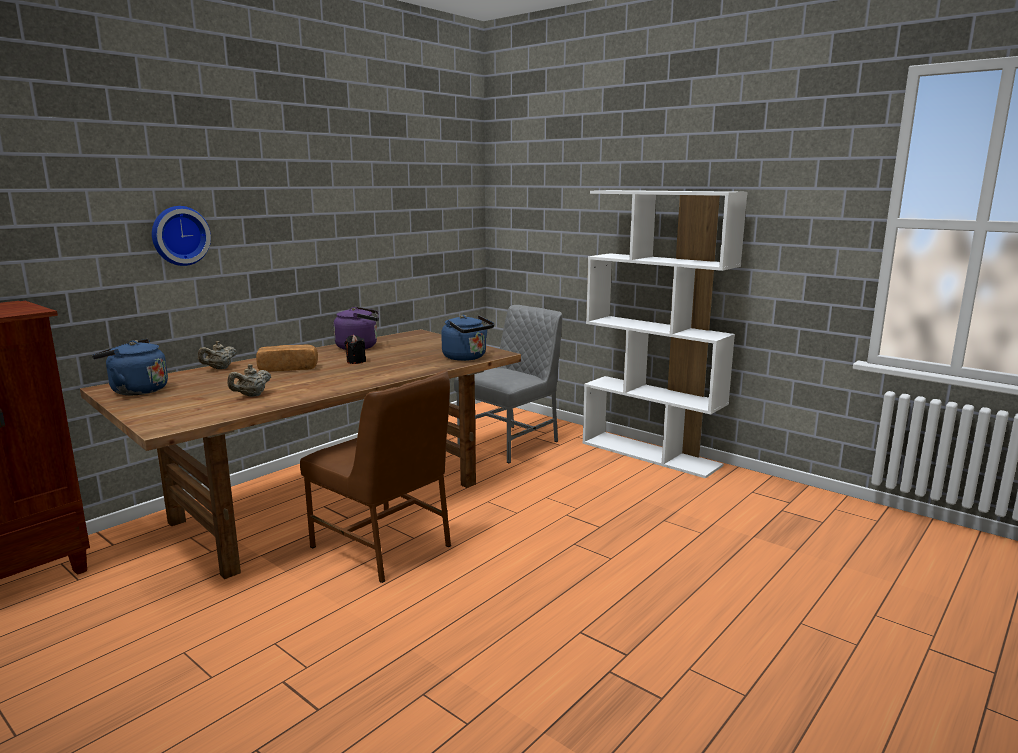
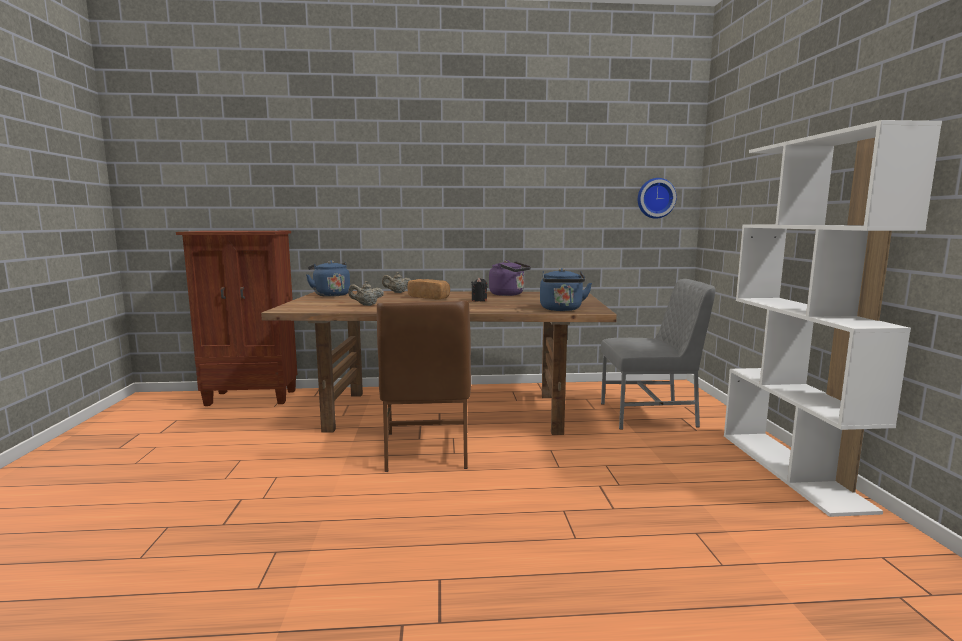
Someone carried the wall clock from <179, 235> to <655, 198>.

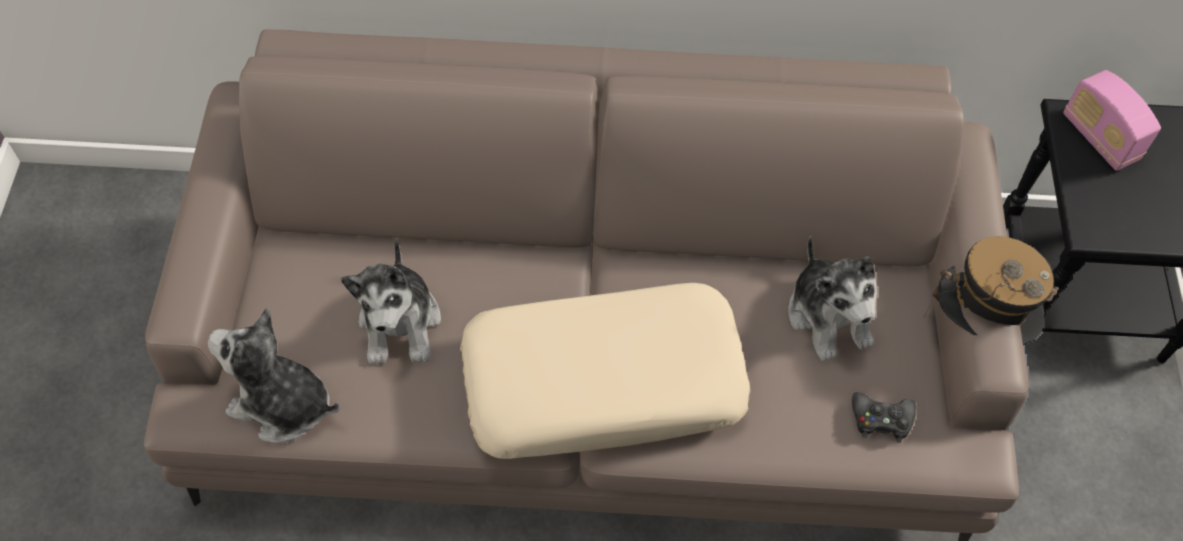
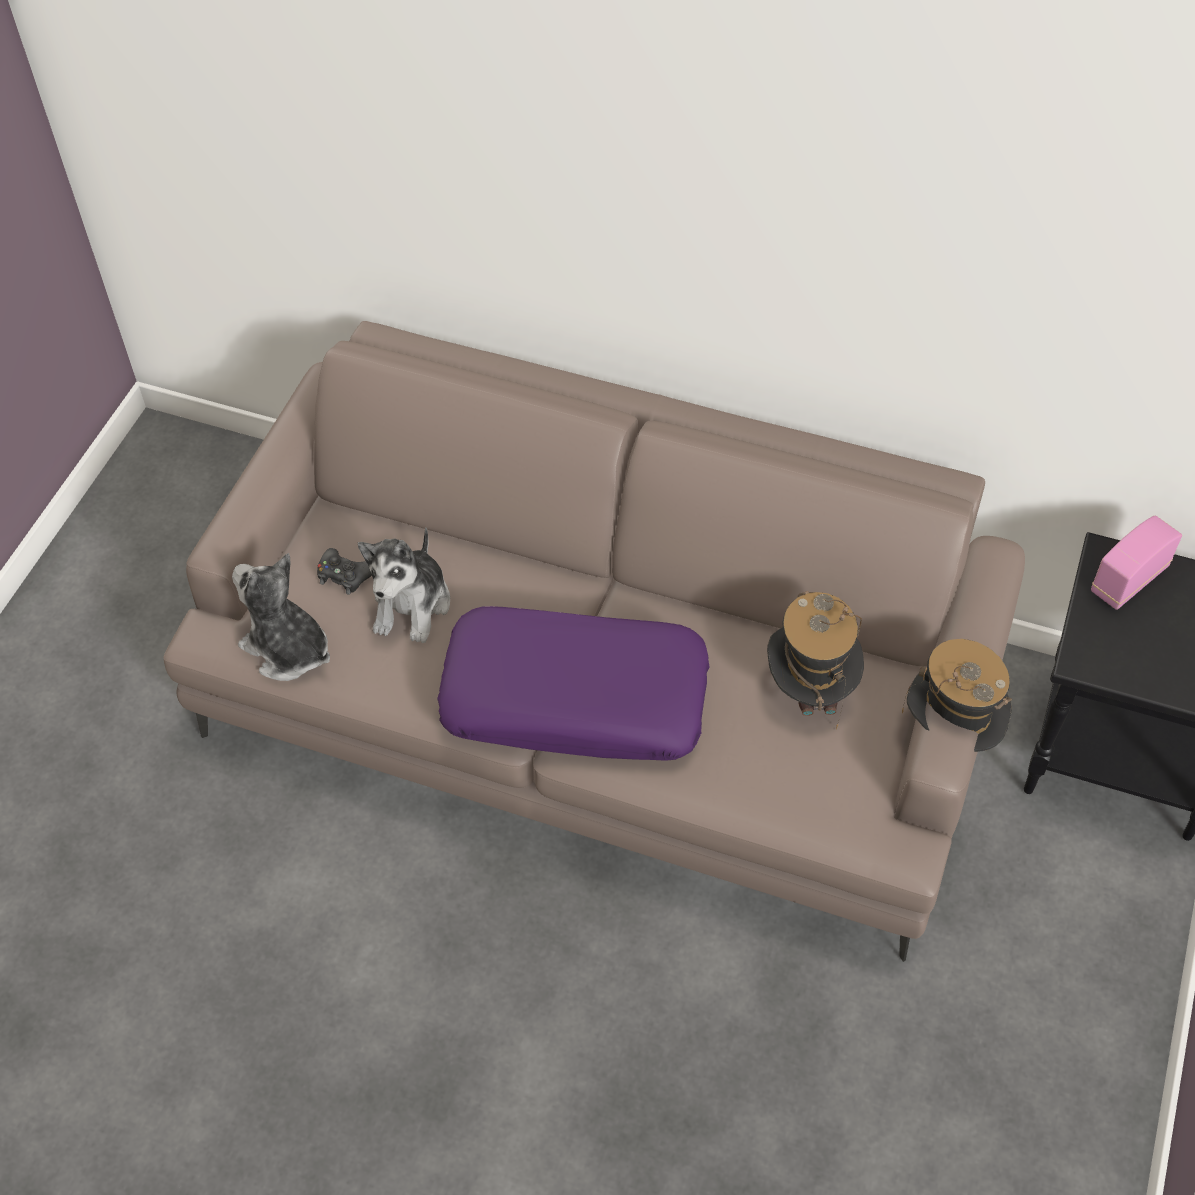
Someone carried the joypad (black) from <881, 420> to <345, 575>.
Someone swapped the plush toy at <829, 316> for the hat at <810, 690>.
Someone repainted the cushion (beige) at <603, 382>, which became the cushion (purplish) at <576, 698>.
Someone rotated the radio receiver at <1099, 138> by 60 degrees clockwise.

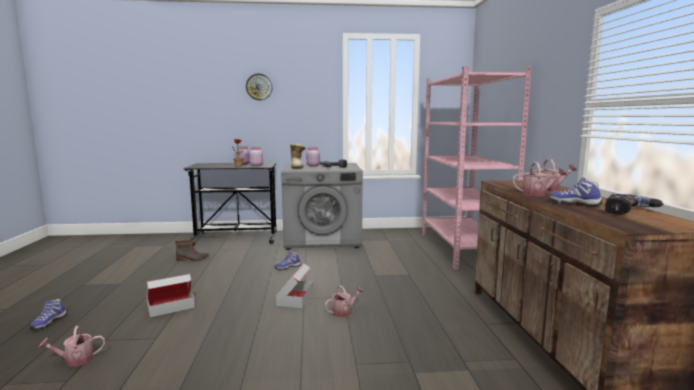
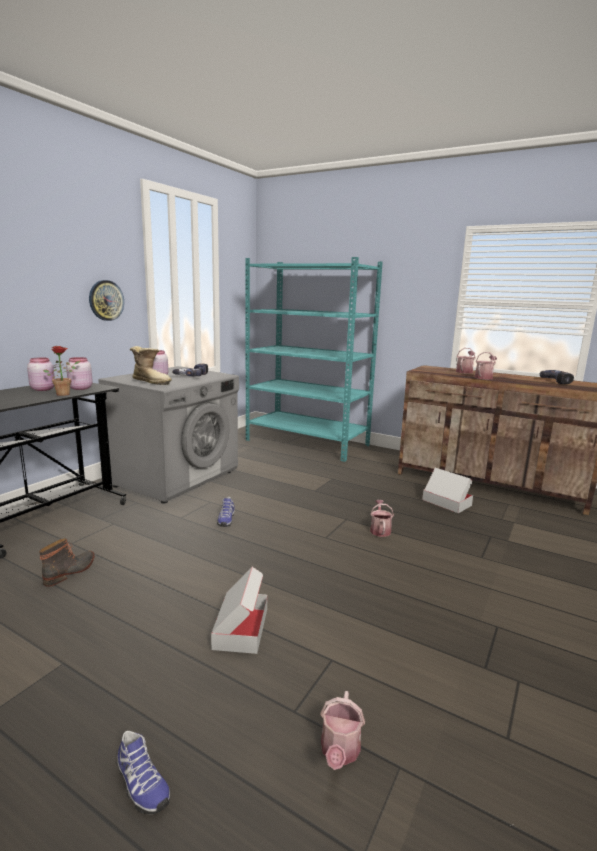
Someone took away the low shoe at <574, 204>.
Someone carried the wall clock from <259, 87> to <106, 300>.
Someone carried the carton from <295, 298> to <446, 502>.
Someone repainted the bookcase (pinkish) at <463, 249>, which became the bookcase (turquoise-coloured) at <307, 443>.

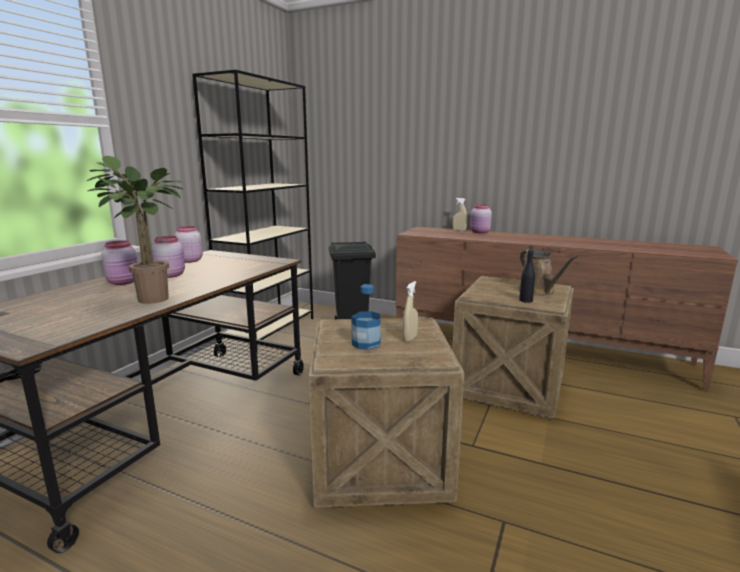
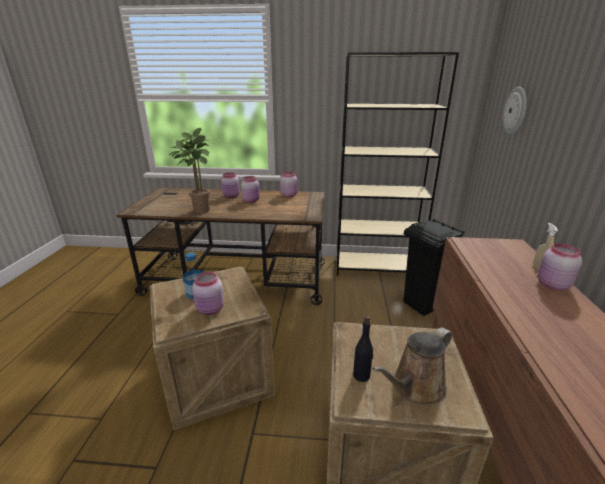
Someone put up the wall clock at <515, 111>.
Someone swapped the sprayer (beige) at <410, 338> for the storage jar (pinkish) at <210, 310>.

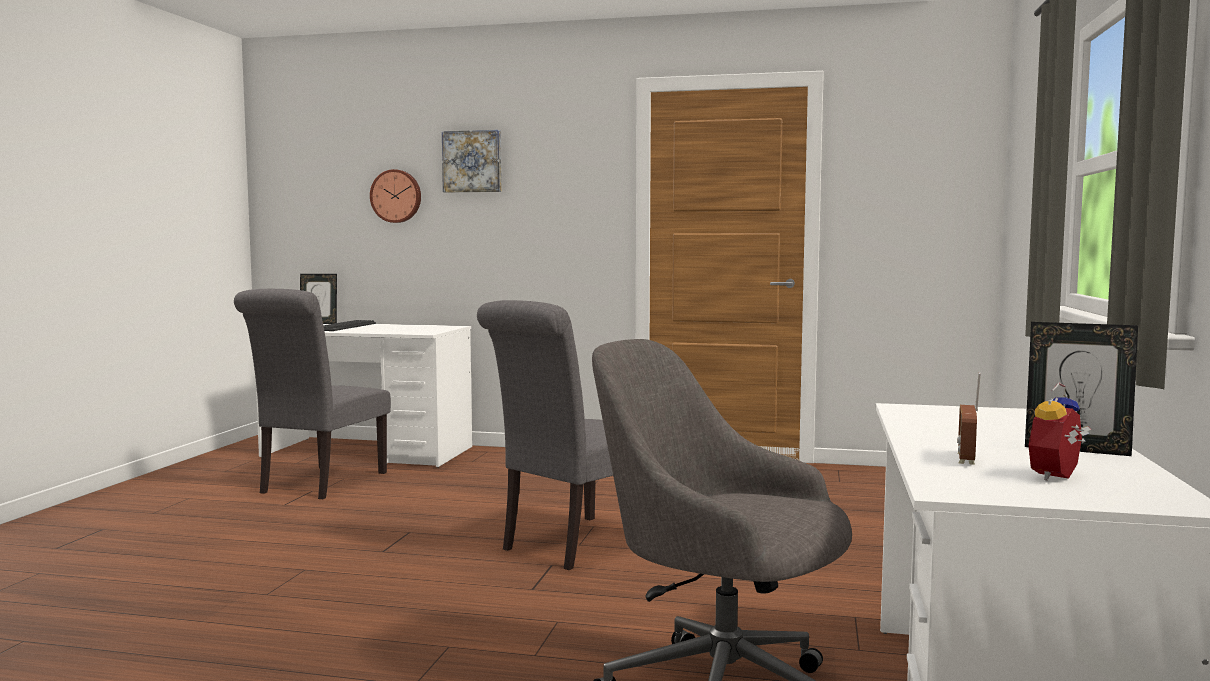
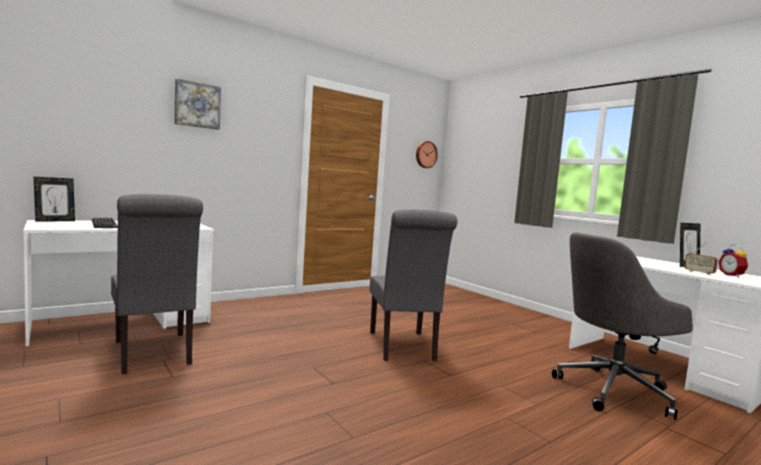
Someone carried the wall clock from <396, 196> to <425, 154>.

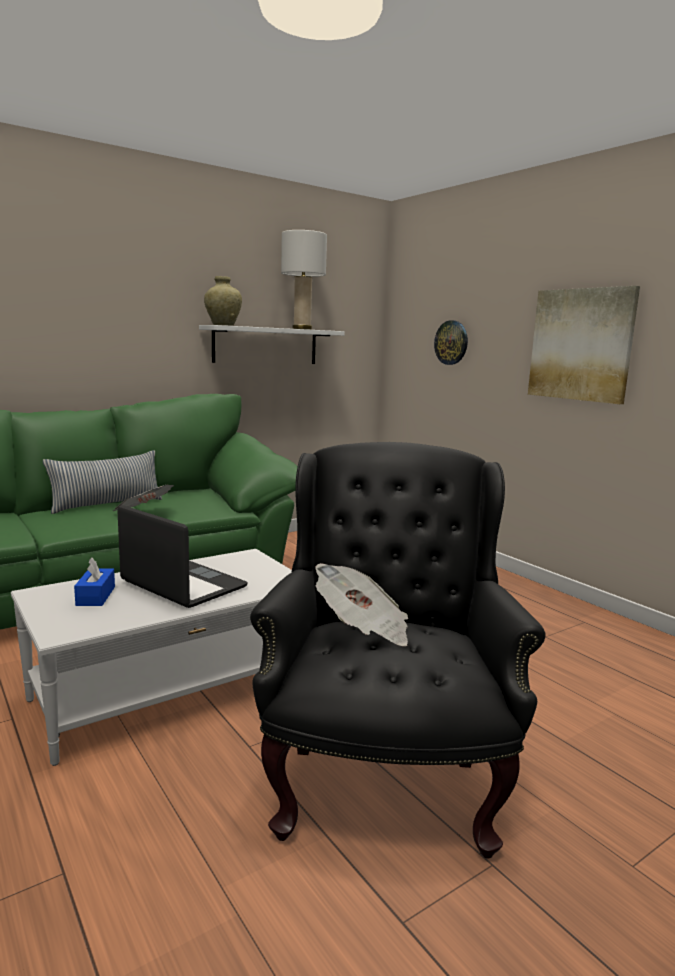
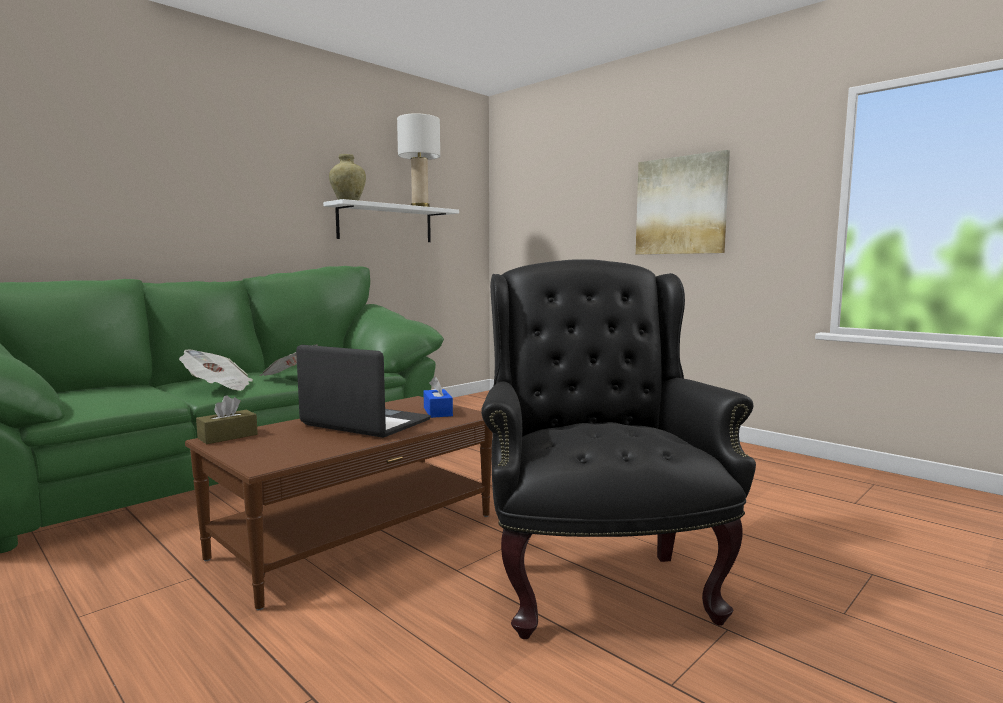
Someone took away the cushion at <107, 504>.
Someone took away the wall clock at <451, 342>.
Someone put down the box of tissues (brownish) at <228, 436>.
Someone carried the box of tissues (bluish) from <95, 596> to <437, 412>.
Someone carried the newspaper from <363, 629> to <218, 387>.
Someone repainted the low table (whitish) at <174, 691>, which became the low table (brownish) at <359, 535>.

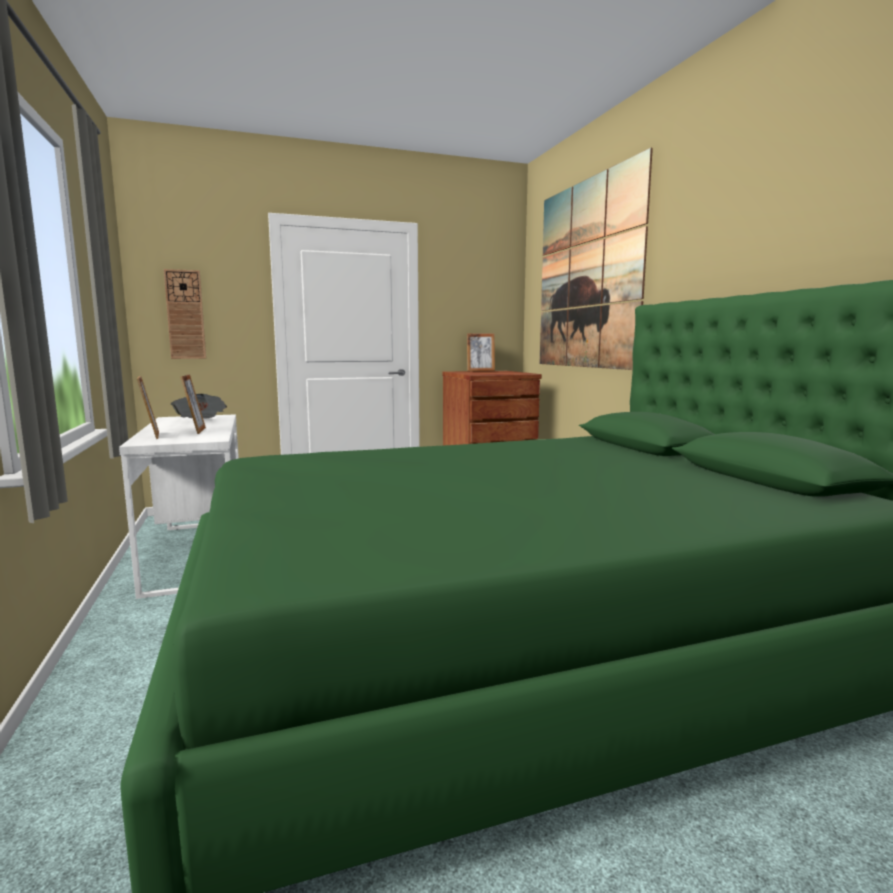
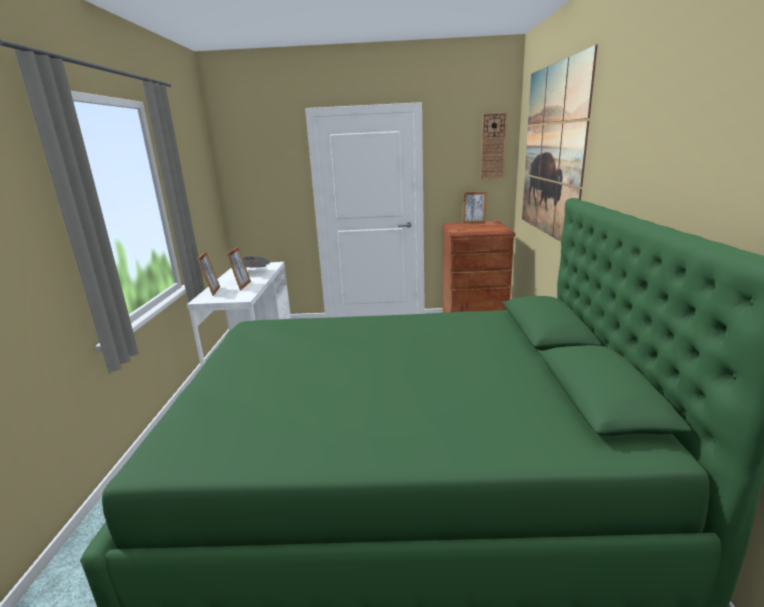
Someone carried the wall clock from <185, 314> to <493, 146>.

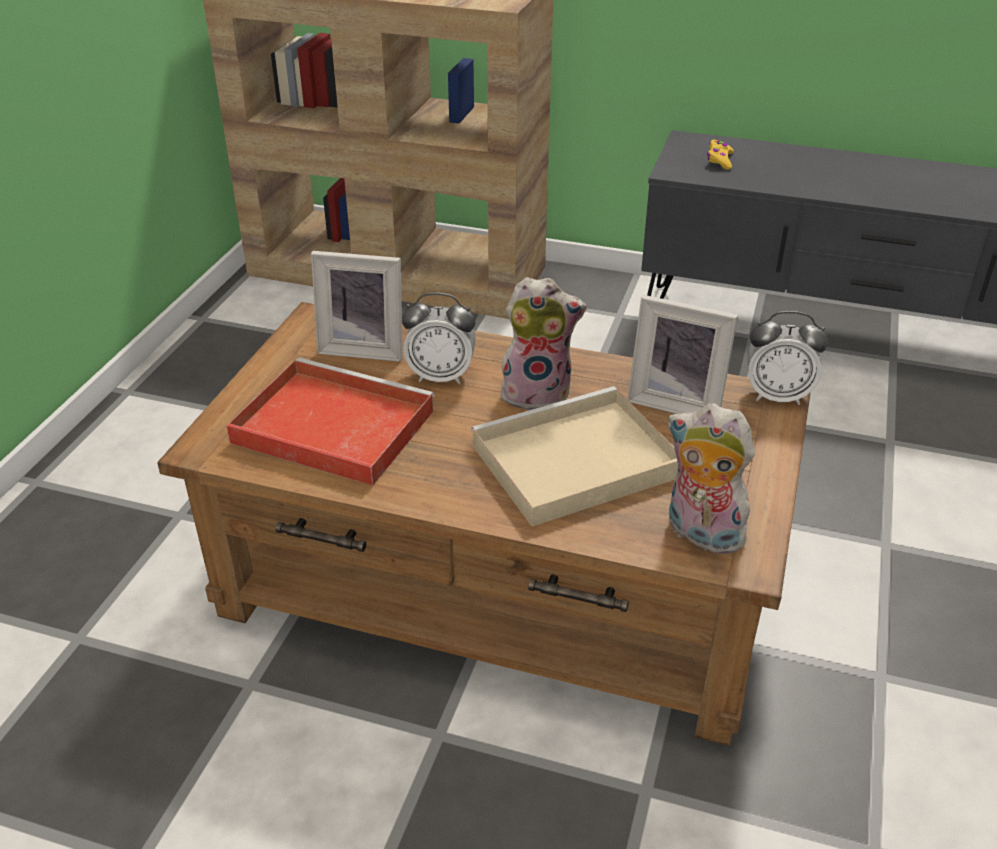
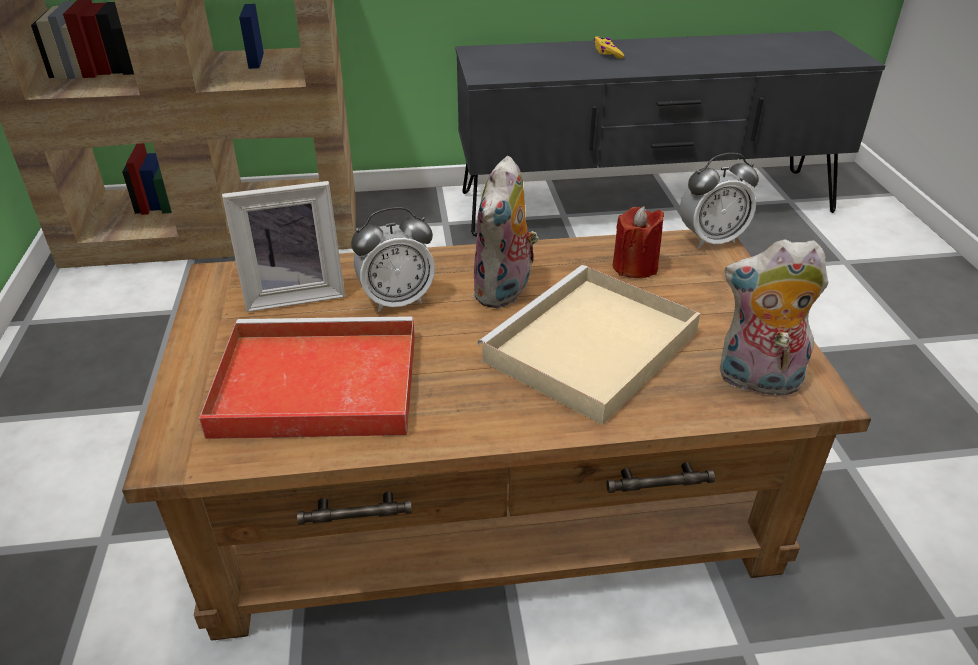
Someone carried the joypad (yellow-coloured) from <719, 160> to <607, 53>.
Someone swapped the picture frame at <677, 402> for the wax candle (reddish) at <635, 267>.
Someone rotated the plush toy at <537, 393> by 135 degrees clockwise.

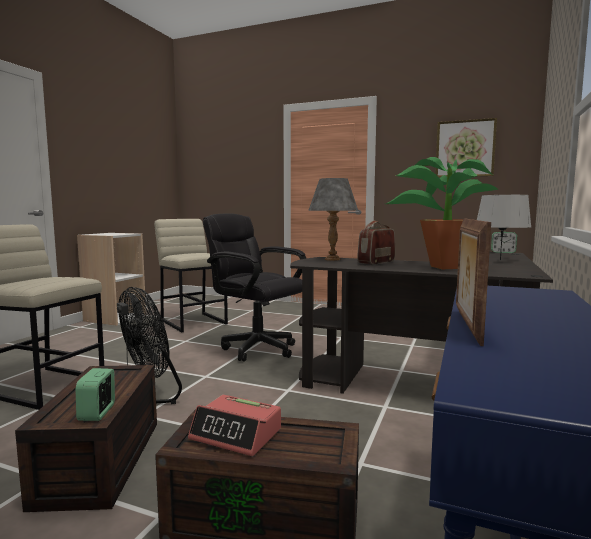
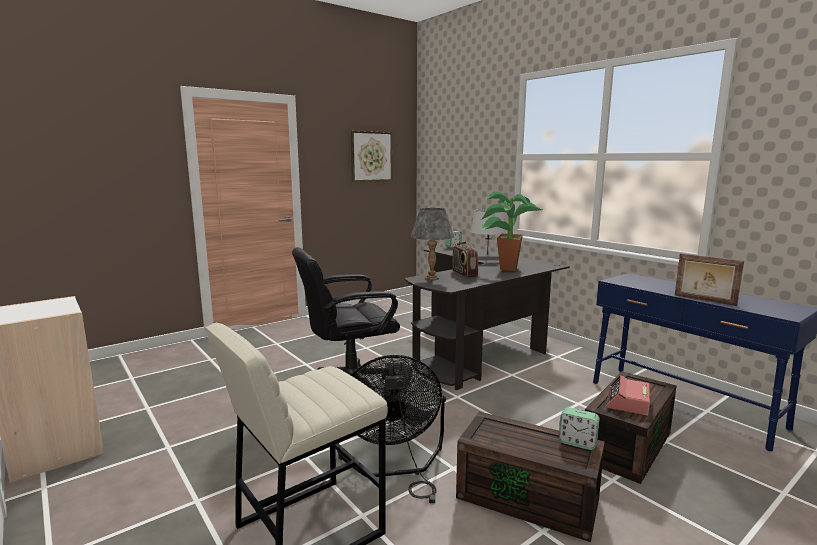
Someone took away the plain chair (beige) at <192, 322>.
Someone rotated the alarm clock at <236, 434> by 150 degrees clockwise.

